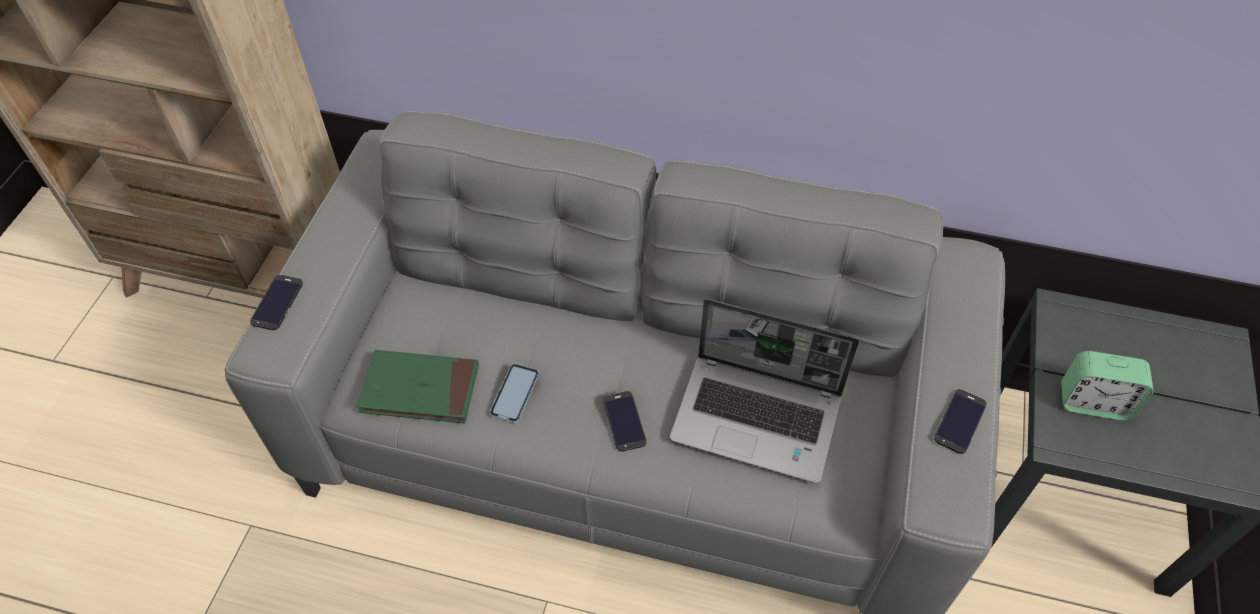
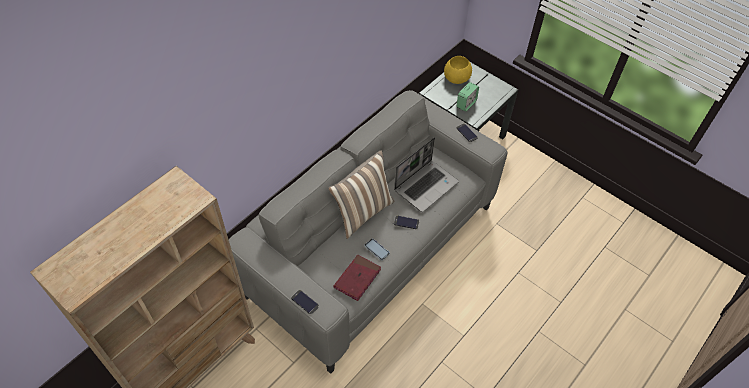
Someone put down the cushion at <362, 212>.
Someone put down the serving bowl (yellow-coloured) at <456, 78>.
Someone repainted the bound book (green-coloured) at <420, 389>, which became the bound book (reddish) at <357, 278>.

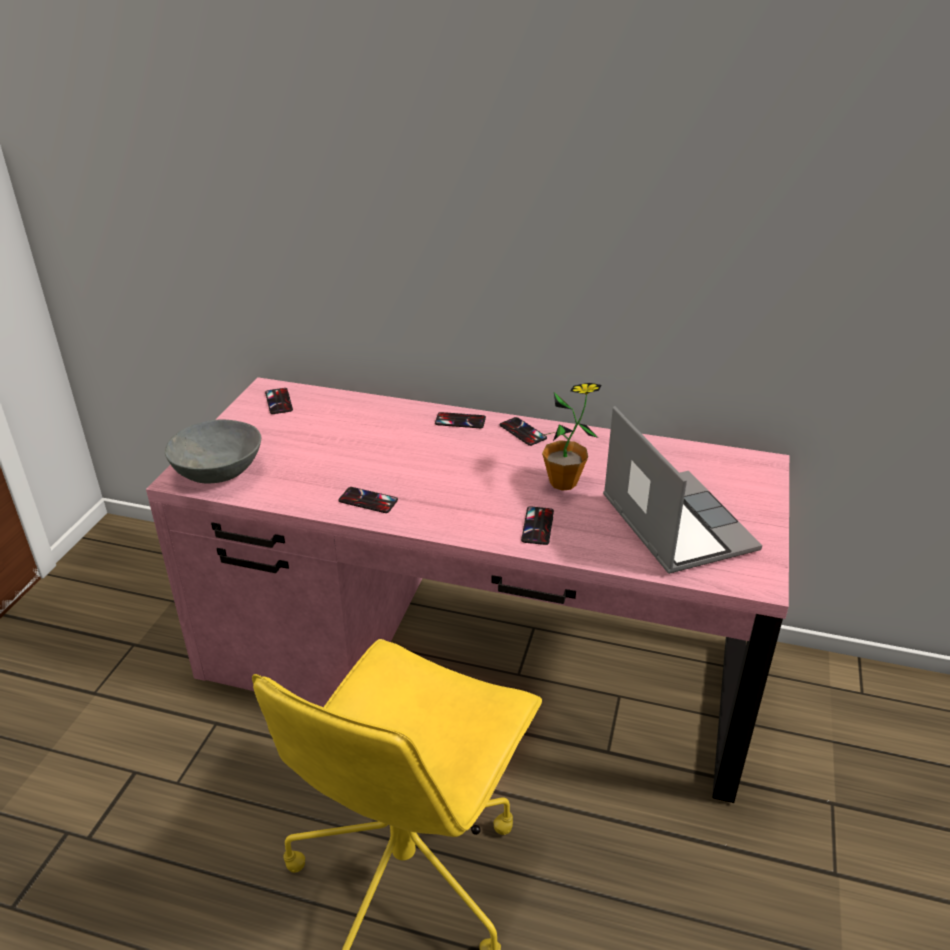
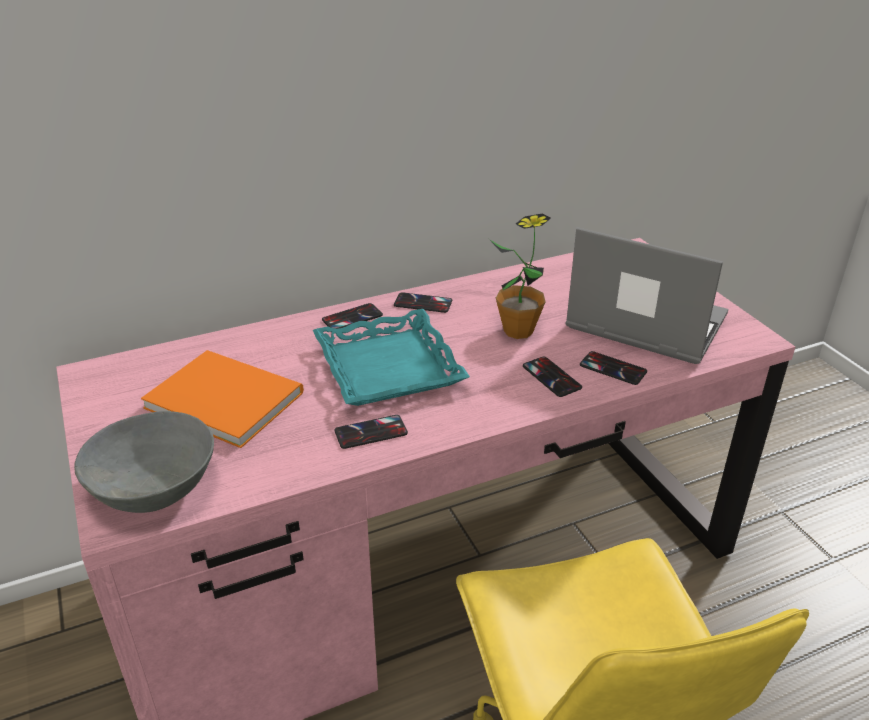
Someone put down the bound book (orangey) at <223, 397>.
Someone put down the tray (turquoise-coloured) at <390, 367>.
Someone carried the handset from <279, 401> to <613, 368>.

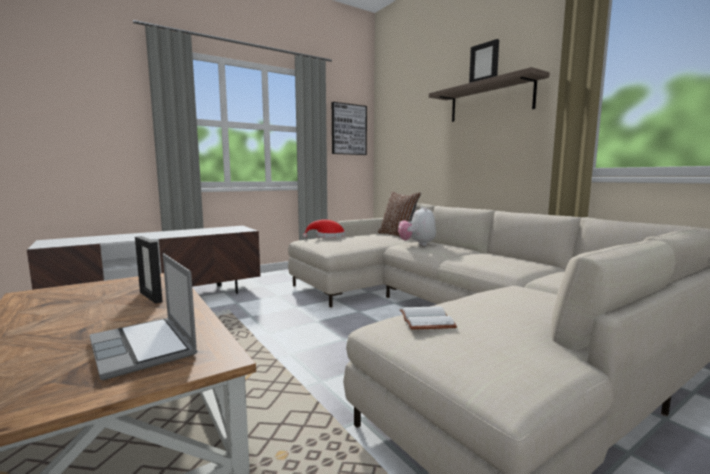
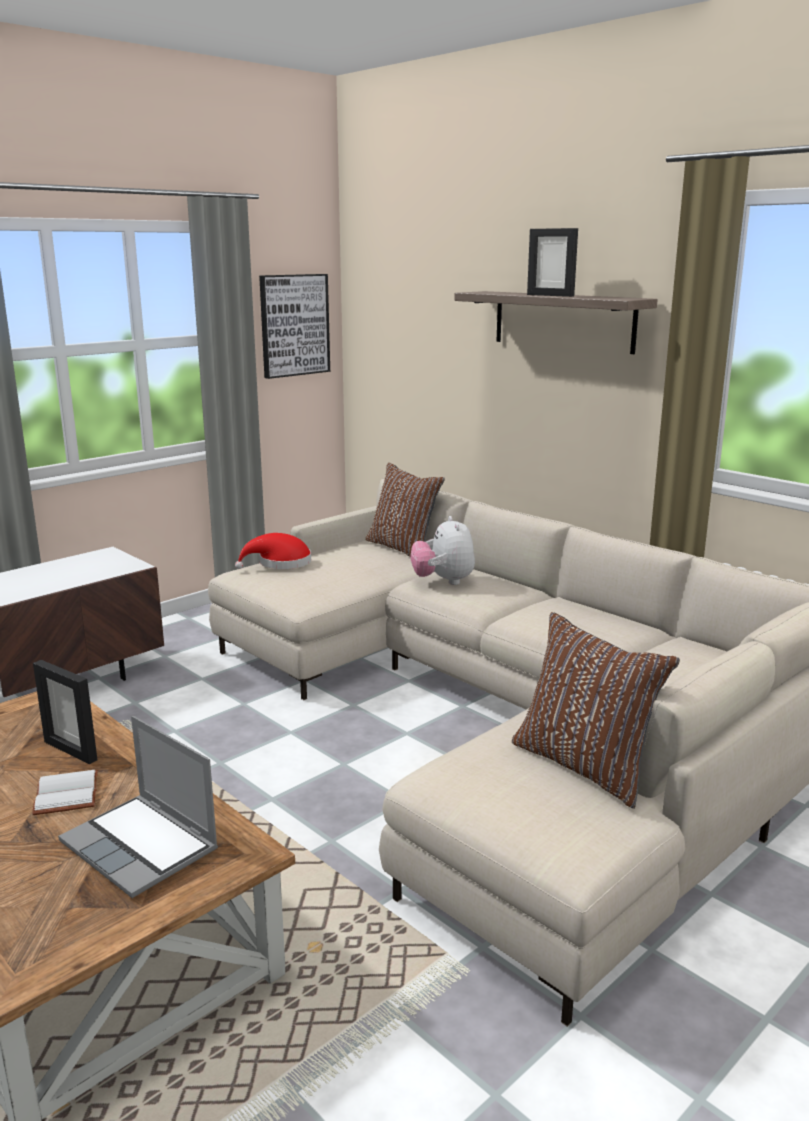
Someone put down the cushion (brownish) at <585, 765>.
Someone carried the bound book (whitish) from <428, 320> to <69, 794>.

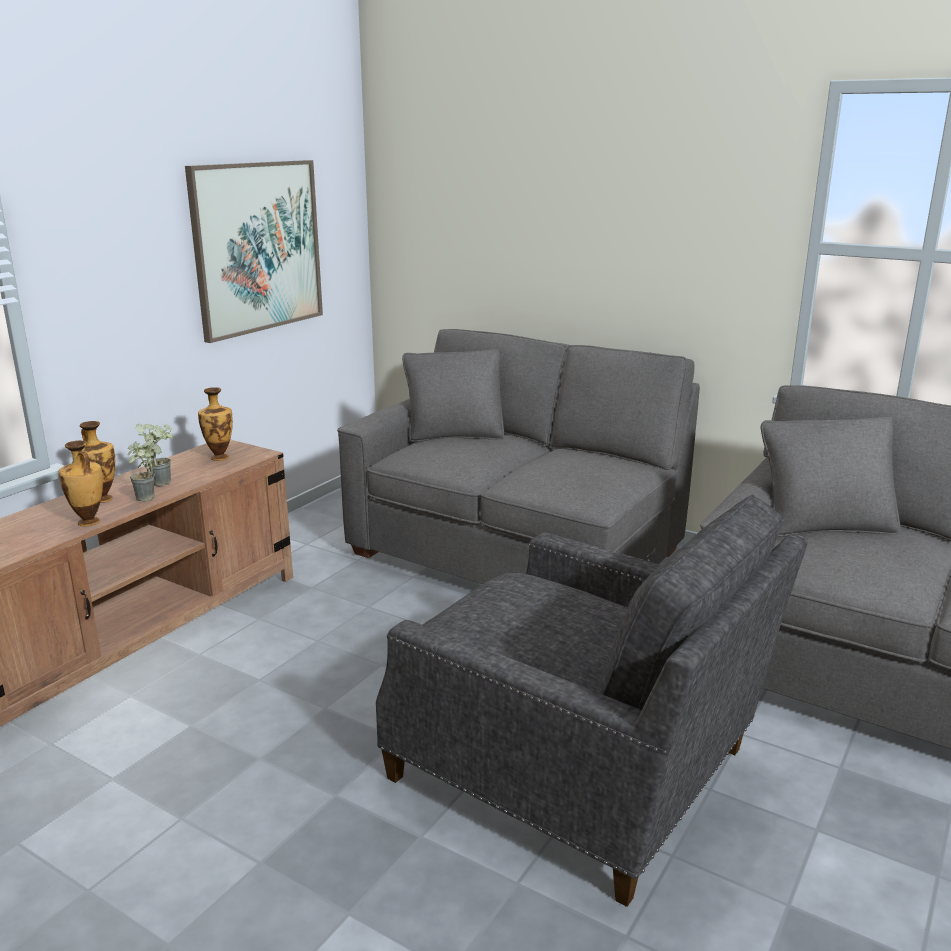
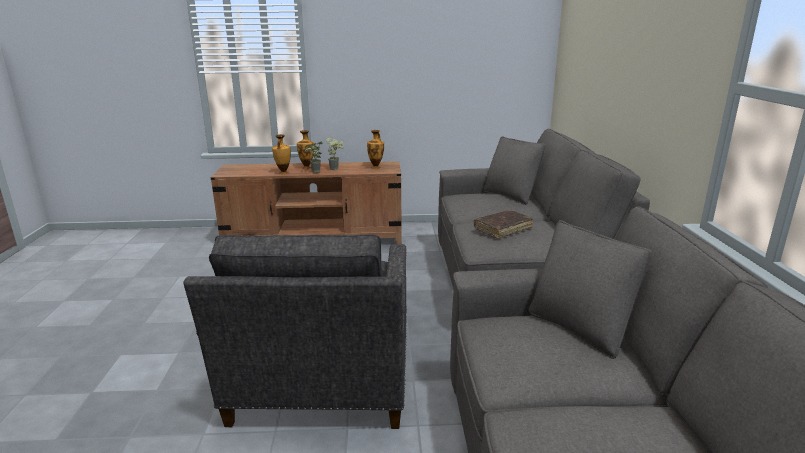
Someone took away the picture at <257, 247>.
Someone put down the bound book (brownish) at <502, 229>.

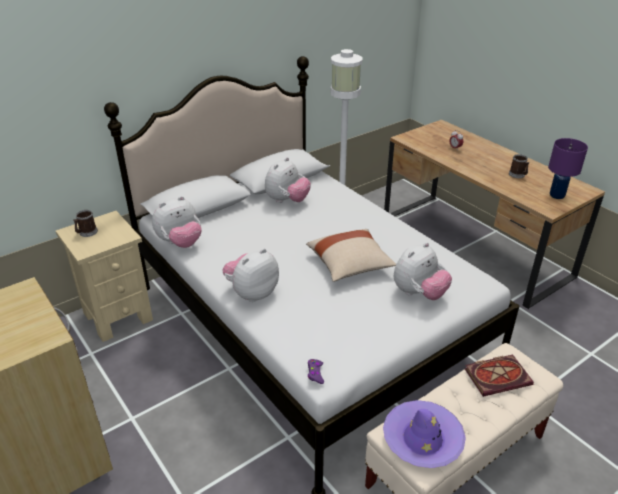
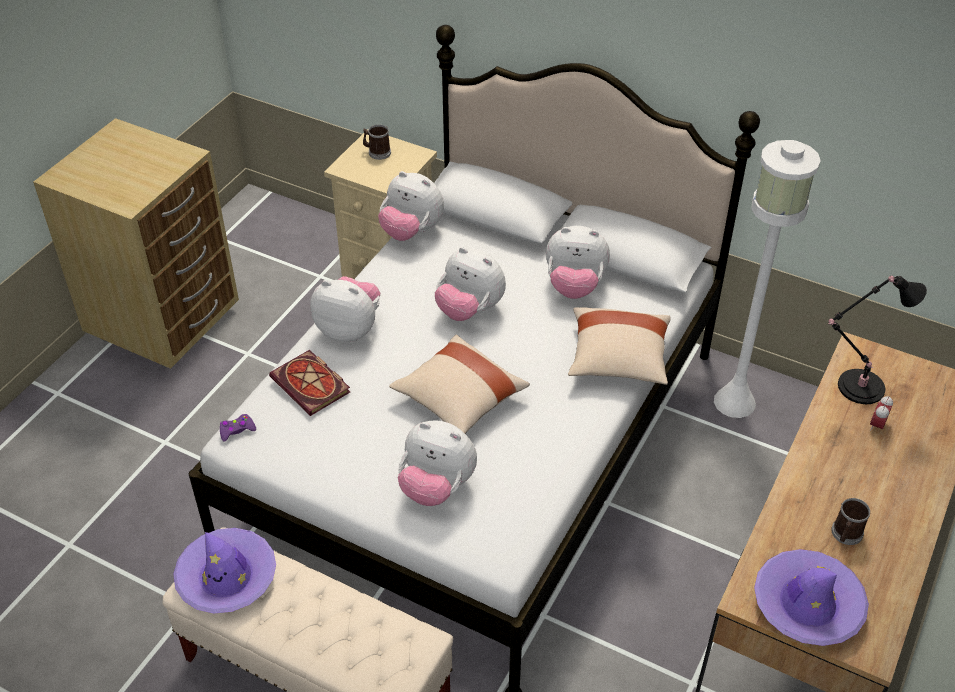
Someone put down the plush toy at <469, 310>.
Someone put down the cushion (beige) at <618, 359>.
Someone put down the lamp for a table (black) at <856, 387>.
Someone carried the bound book from <498, 376> to <312, 385>.
Someone swapped the lamp for a table (purplish) at <557, 196> for the hat (purplish) at <807, 604>.

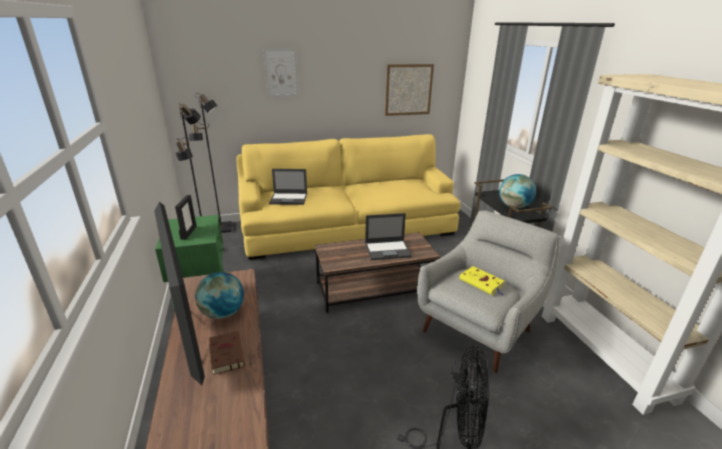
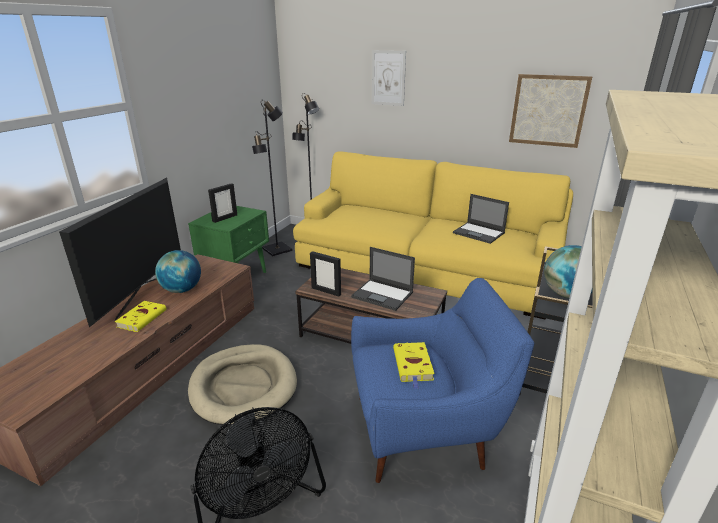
Someone put down the dog cushion (beige) at <243, 386>.
Someone put down the picture frame at <326, 291>.
Someone carried the portable computer from <289, 199> to <479, 233>.
Someone repainted the bound book (brownish) at <226, 353>, which became the bound book (yellow-coloured) at <143, 318>.
Someone repainted the armchair (gray) at <479, 329>, which became the armchair (bluish) at <424, 430>.

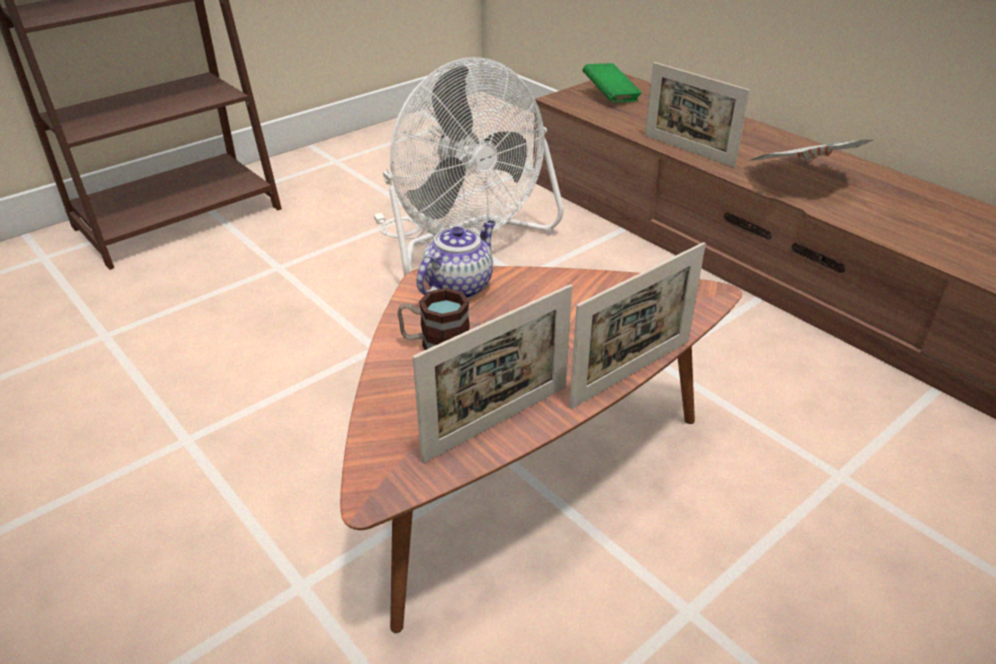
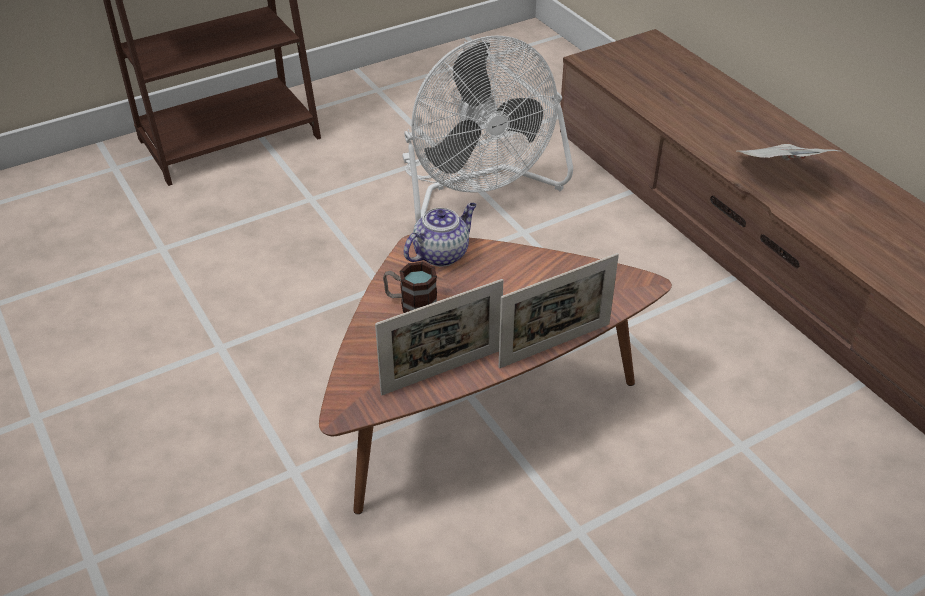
Someone took away the bound book (green-coloured) at <610, 97>.
Someone took away the picture frame at <688, 150>.

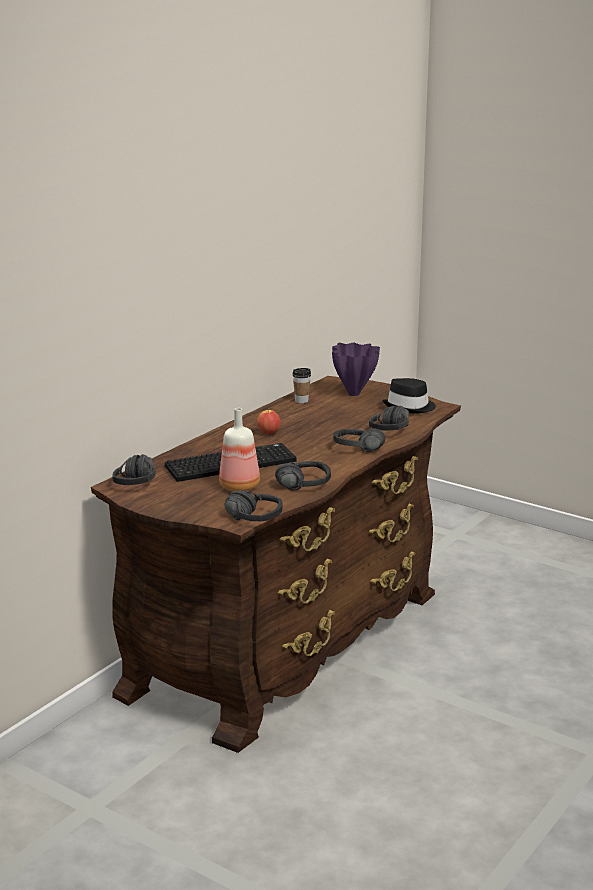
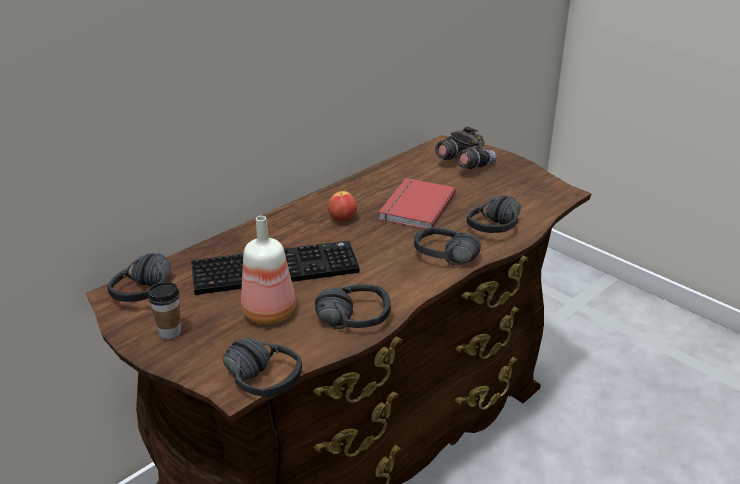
Someone took away the hat (black) at <410, 407>.
Someone put down the bound book (reddish) at <415, 206>.
Someone carried the cup from <301, 401> to <170, 332>.
Someone swapped the decorative vase (purplish) at <354, 394> for the pair of binoculars (gray) at <464, 165>.

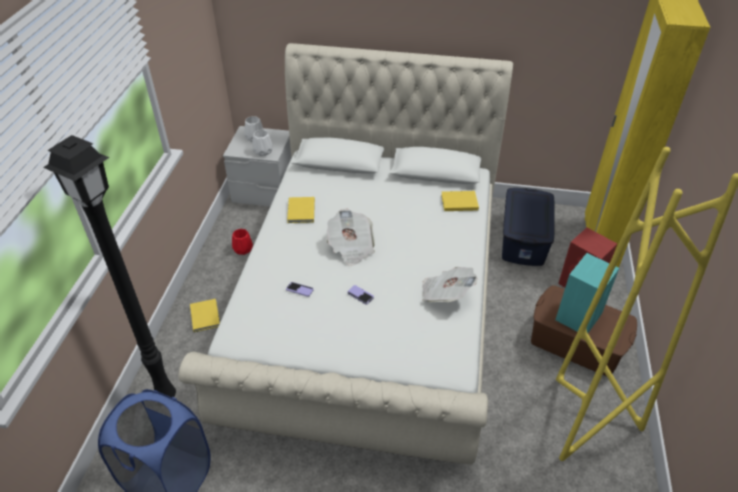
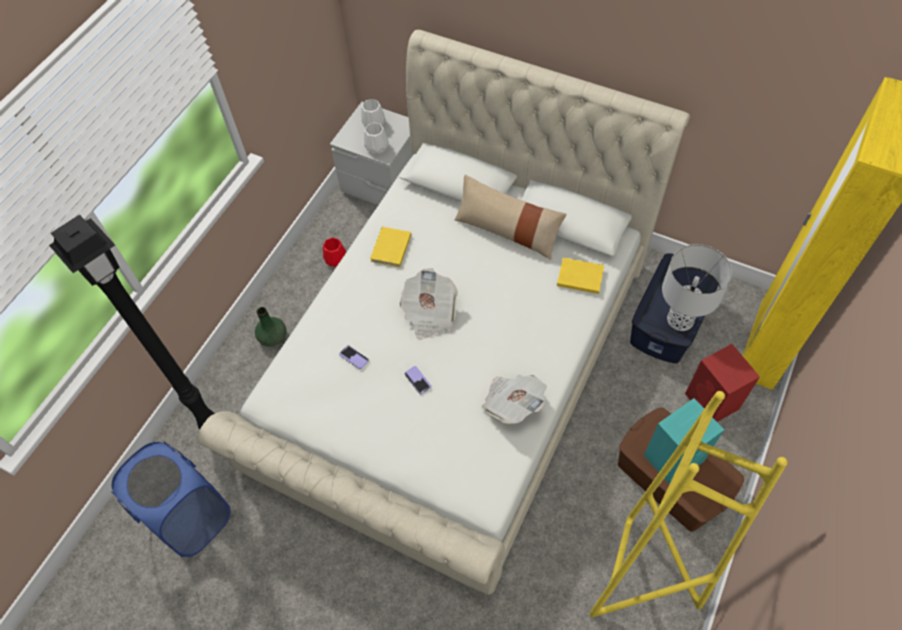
Someone put down the cushion (beige) at <507, 231>.
Someone put down the lamp for a table (whitish) at <680, 320>.
Someone swapped the bound book (yellow-coloured) at <205, 315> for the decorative vase (green-coloured) at <273, 337>.

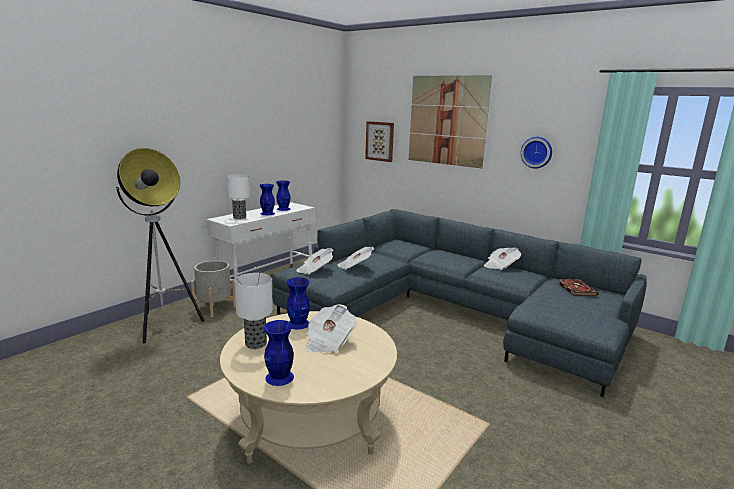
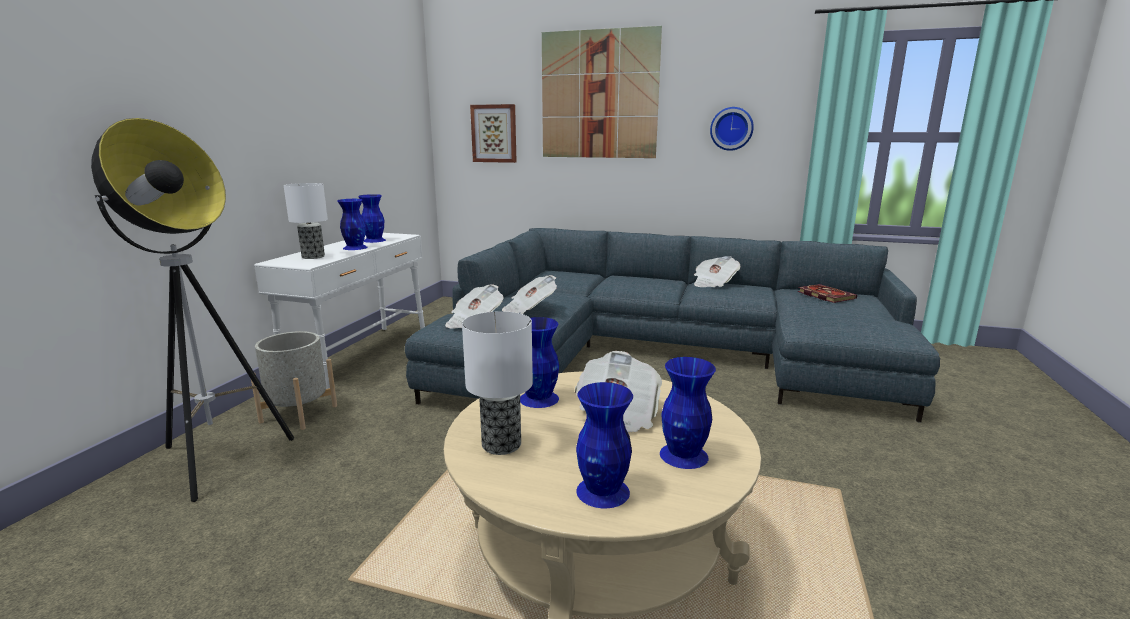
Someone put down the decorative vase (bluish) at <684, 456>.

